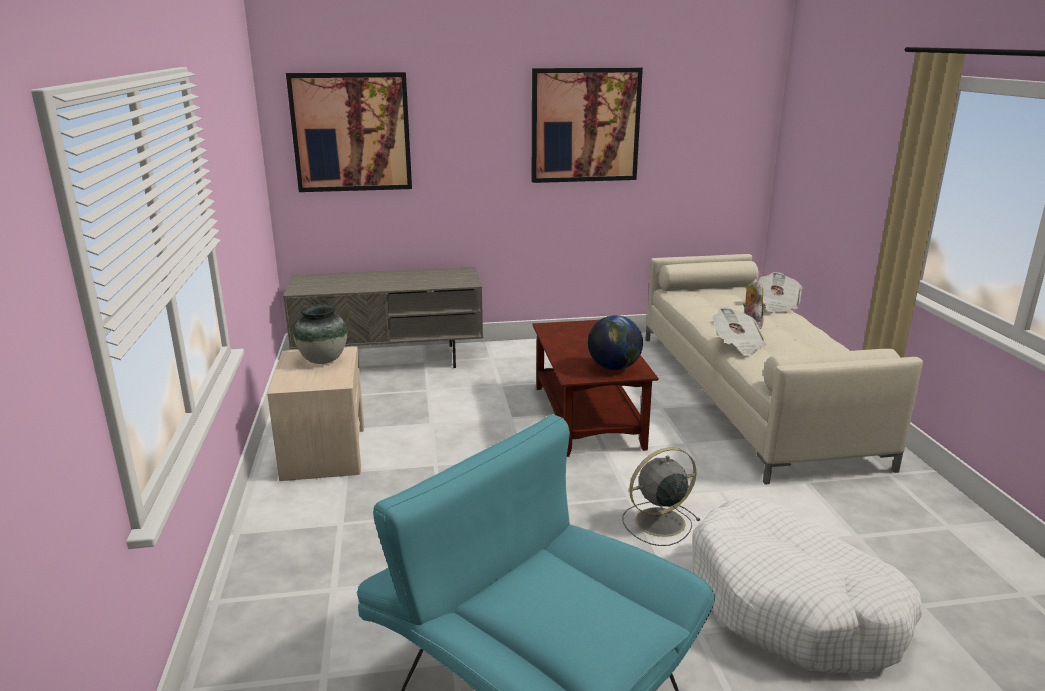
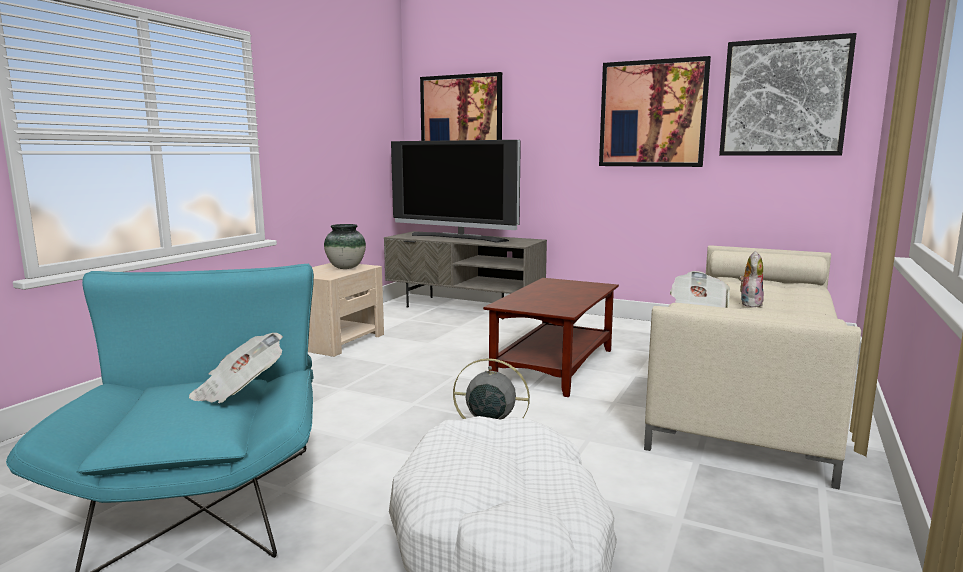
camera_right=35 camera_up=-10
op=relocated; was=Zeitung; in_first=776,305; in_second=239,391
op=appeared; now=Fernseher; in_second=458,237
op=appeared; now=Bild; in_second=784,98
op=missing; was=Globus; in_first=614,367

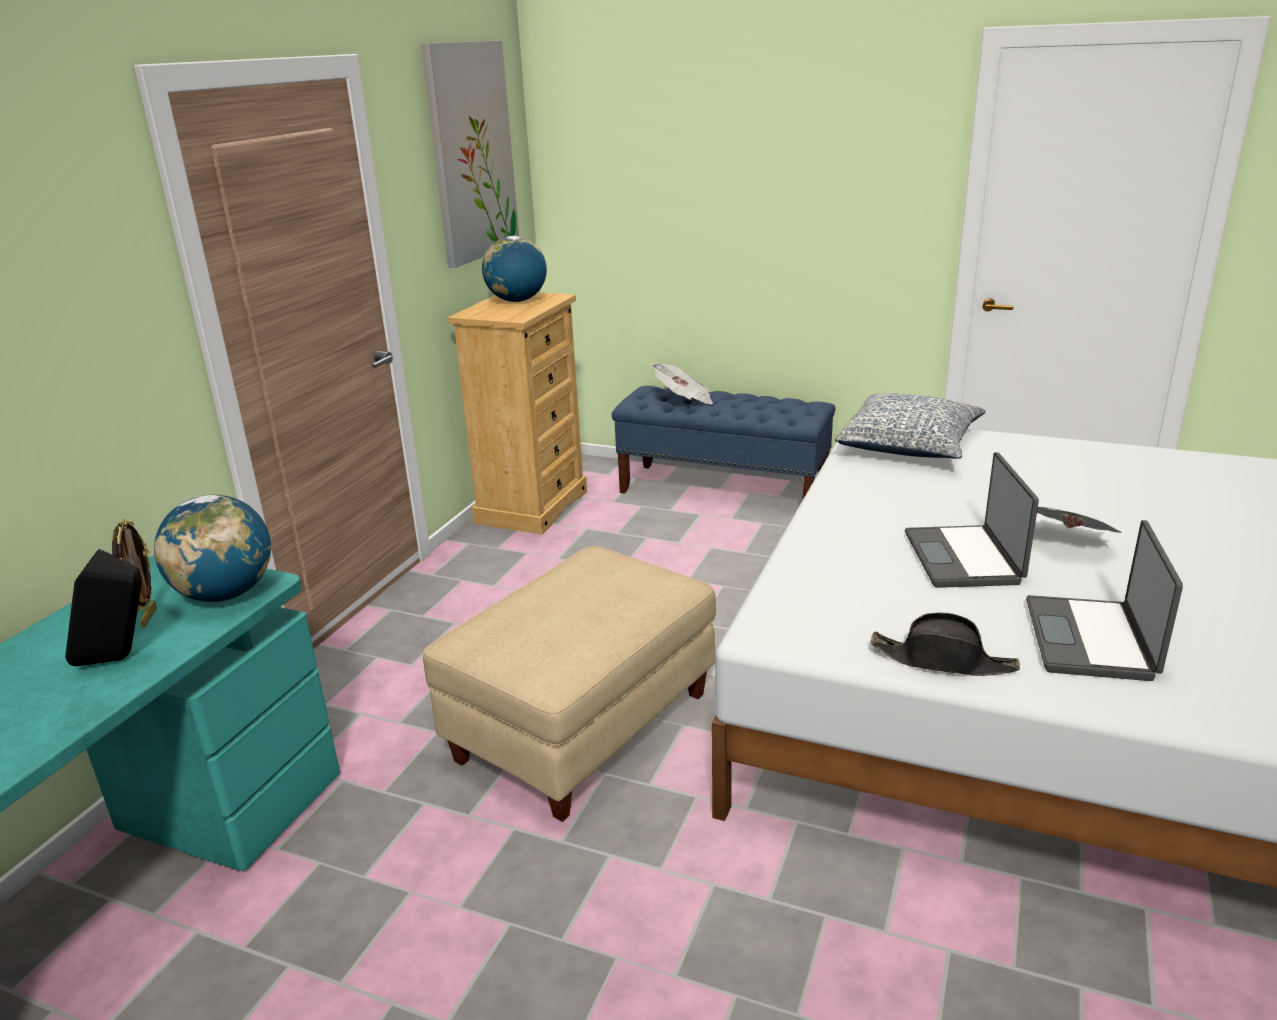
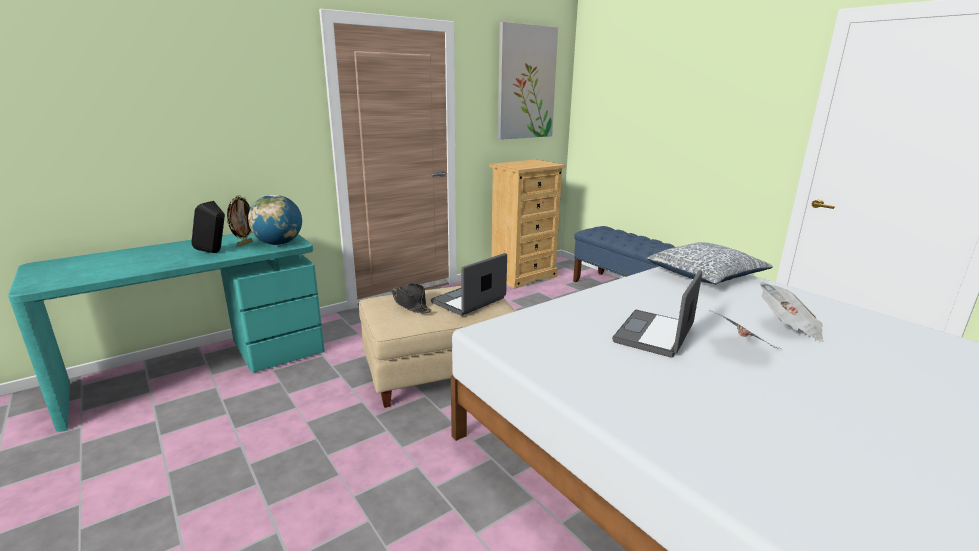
camera_right=30 camera_up=-5
op=relocated; was=Hut (schwarz); in_first=943,661; in_second=411,304
op=relocated; was=Laptop; in_first=1092,640; in_second=469,301
op=relocated; was=Zeitung; in_first=684,400; in_second=789,327
op=missing; was=Globus; in_first=517,301

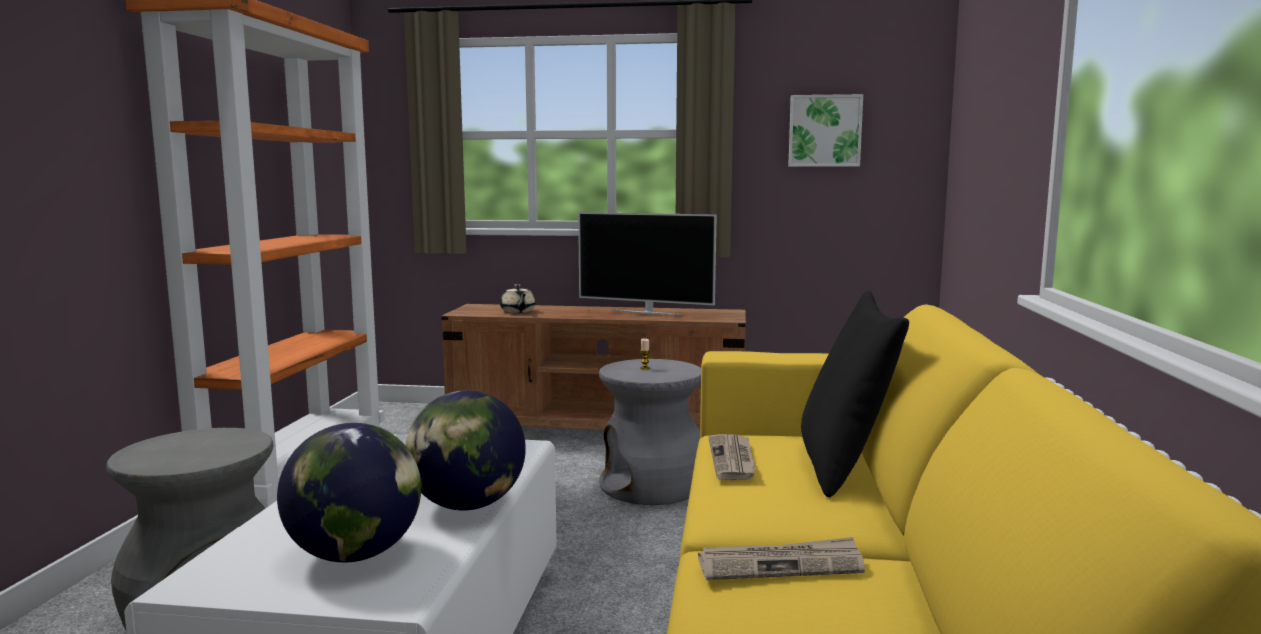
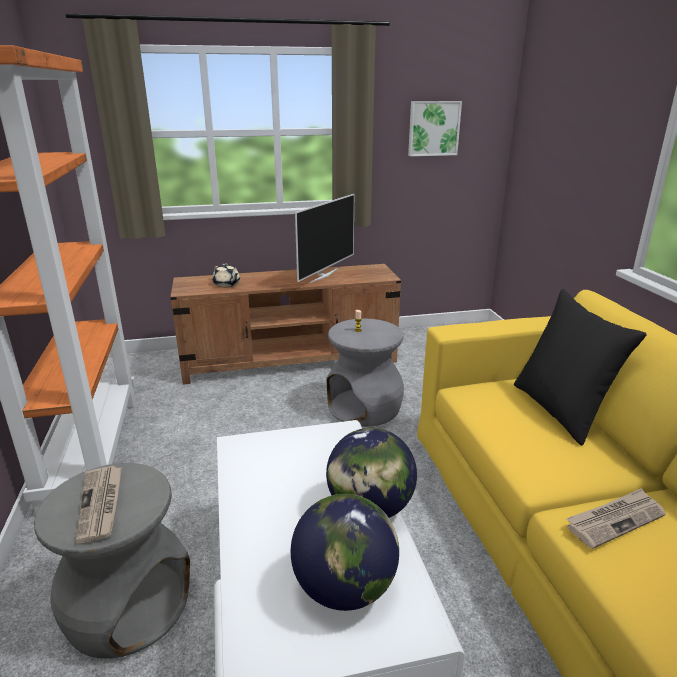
camera_right=-20 camera_up=15
op=relocated; was=Zeitung; in_first=733,460; in_second=101,504
op=spun; was=Fernseher; in_first=647,312; in_second=323,275; clockwise=-60

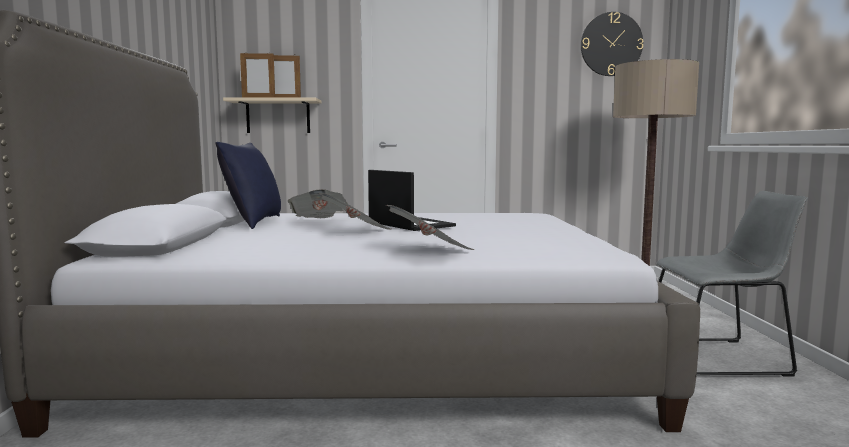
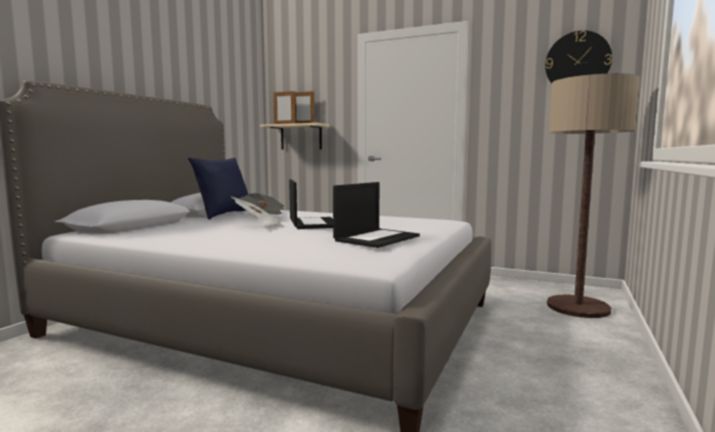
camera_right=25 camera_up=0
op=appeared; now=Laptop; in_second=377,238
op=missing; was=Zeitung; in_first=430,251
op=missing; was=Stuhl (grau); in_first=719,357

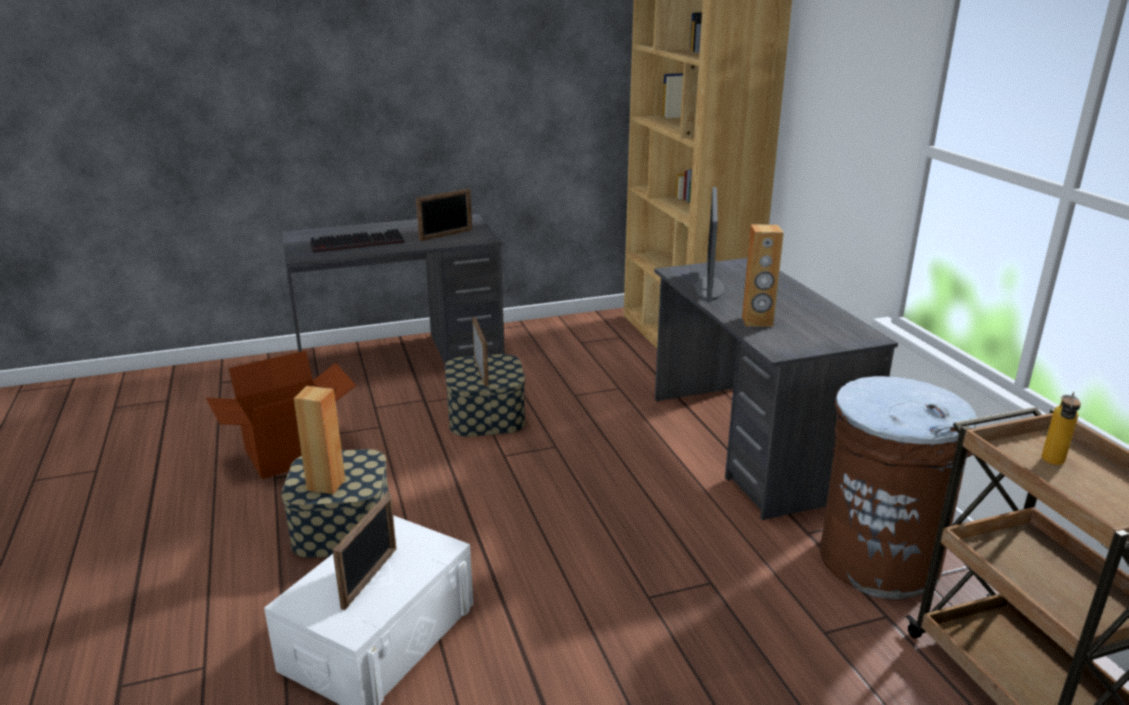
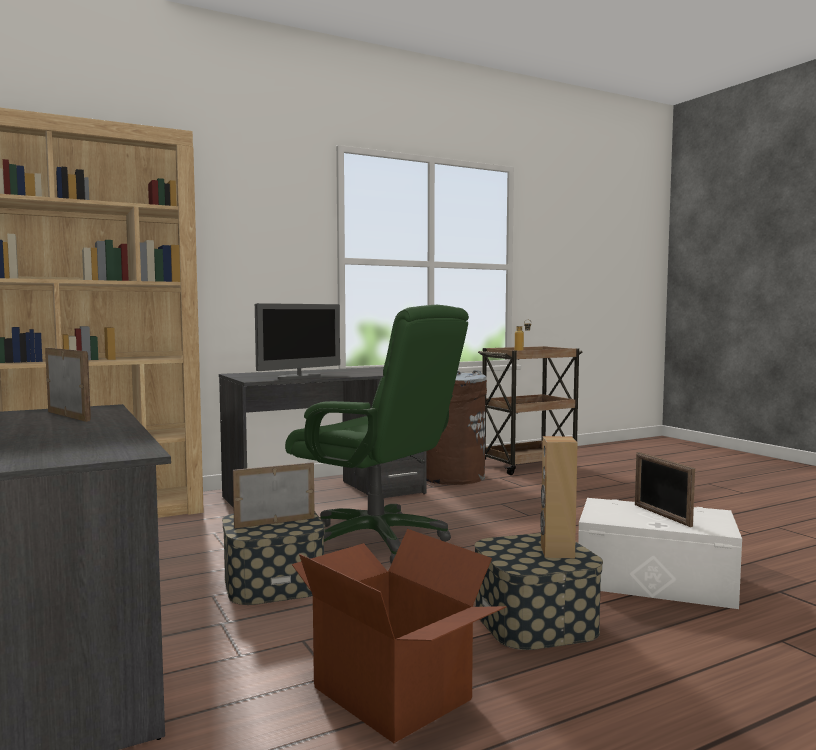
camera_right=-100 camera_up=-20
op=spun; was=Monitor; in_first=709,289; in_second=299,377; clockwise=-45
op=appeared; now=Bürostuhl (grün); in_second=377,540
op=spun; was=Bilderrahmen; in_first=370,577; in_second=661,515; clockwise=-120
op=missing; was=Tastatur; in_first=358,243
op=missing; was=Lautsprecher (braun); in_first=757,321

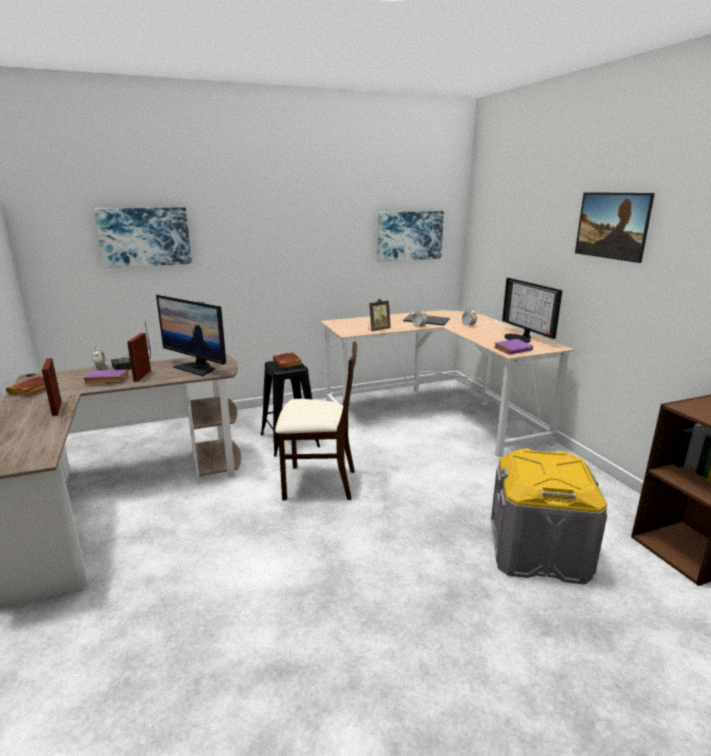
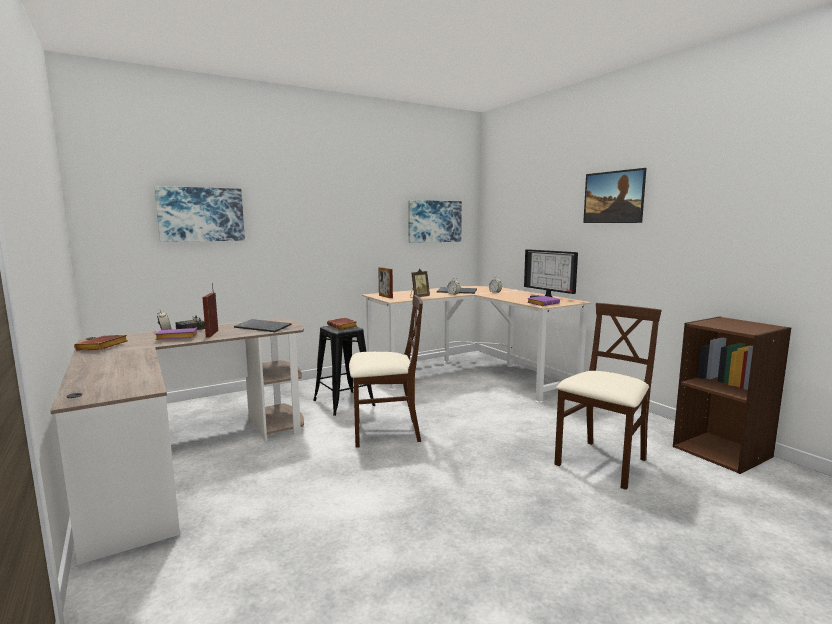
camera_right=-10 camera_up=-10
op=exchanged; was=Monitor; now=Tastatur; in_first=197,368; in_second=264,327
op=relocated; was=Bilderrahmen; in_first=57,408; in_second=385,296
op=exchanged; was=Aufbewahrungsbox (grau); now=Stuhl (beige); in_first=538,551; in_second=602,463

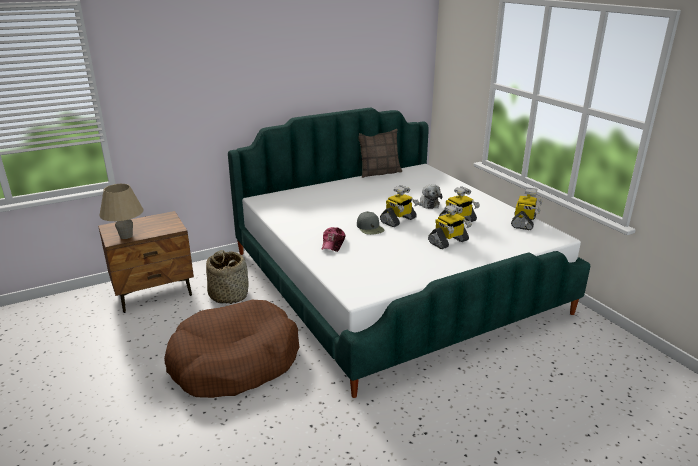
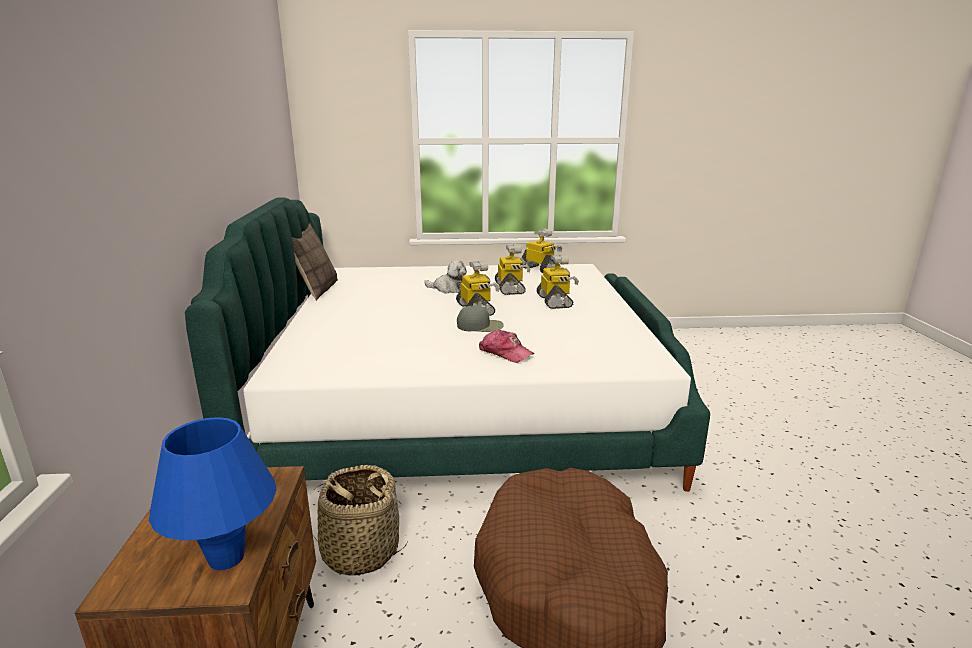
camera_right=-65 camera_up=-5
op=colour; was=Tischlampe (beige); now=Tischlampe (blau); in_first=126,236; in_second=226,558

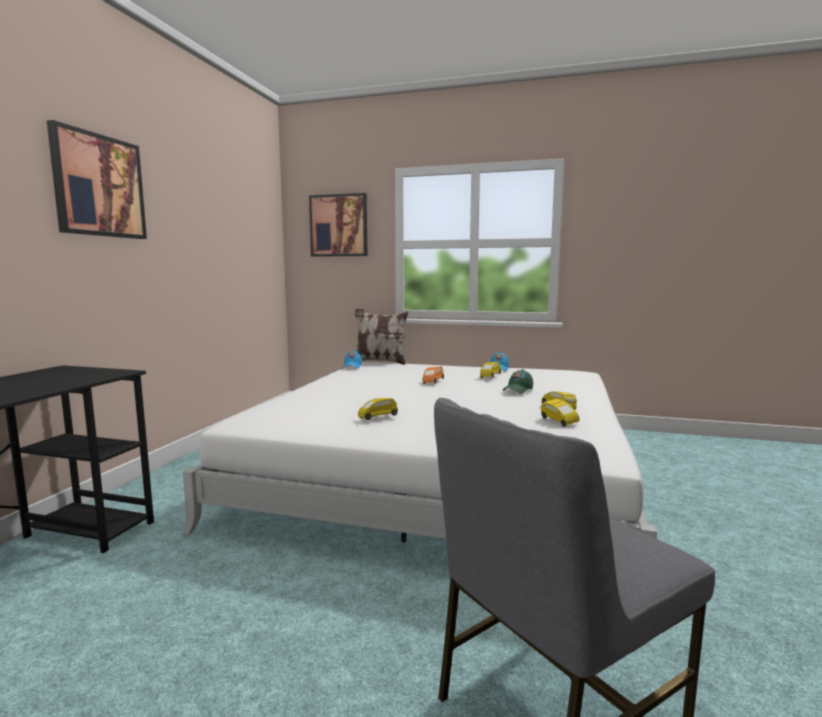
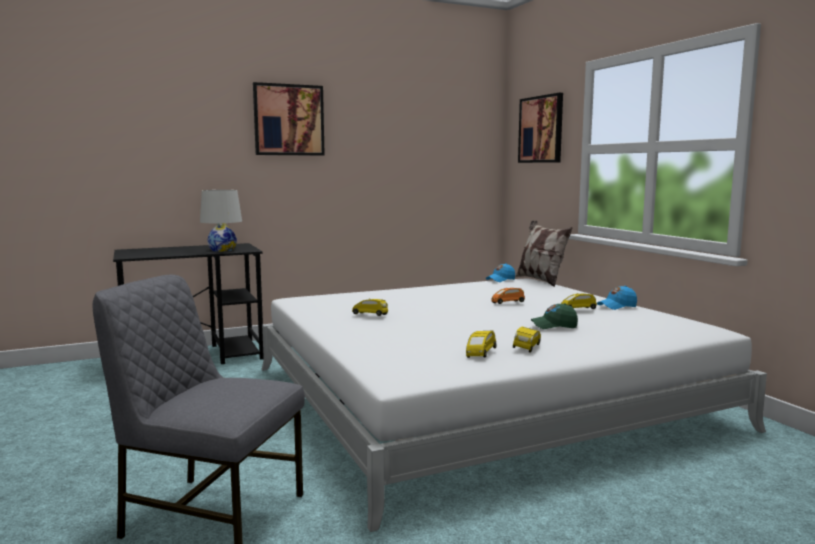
camera_right=50 camera_up=0
op=appeared; now=Tischlampe (weiß); in_second=222,250

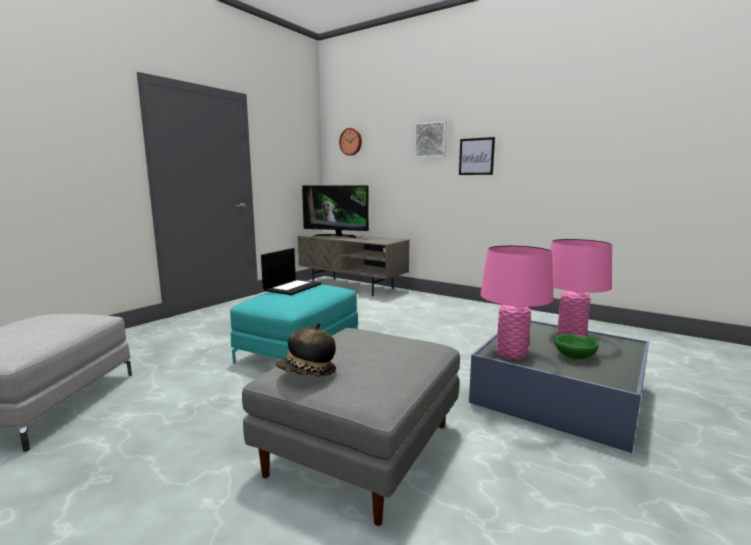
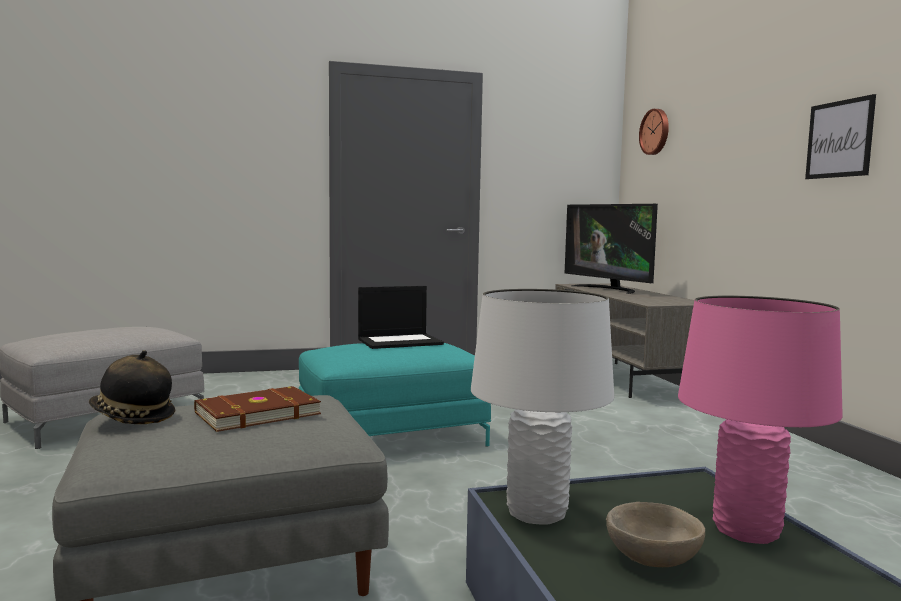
camera_right=40 camera_up=-5
op=appeared; now=Buch (braun); in_second=256,413
op=colour; was=Tischlampe (rosa); now=Tischlampe (weiß); in_first=511,354; in_second=537,512
op=colour; was=Schüssel (grün); now=Schüssel (beige); in_first=574,356; in_second=653,559
op=missing; was=Bild; in_first=431,140

